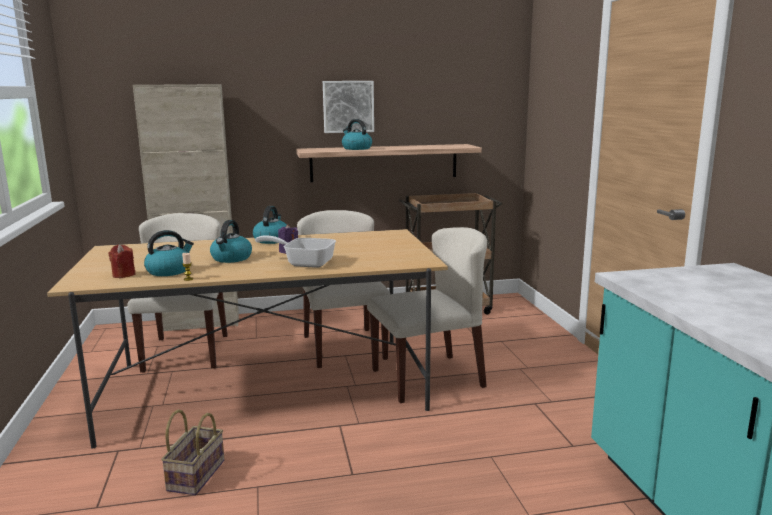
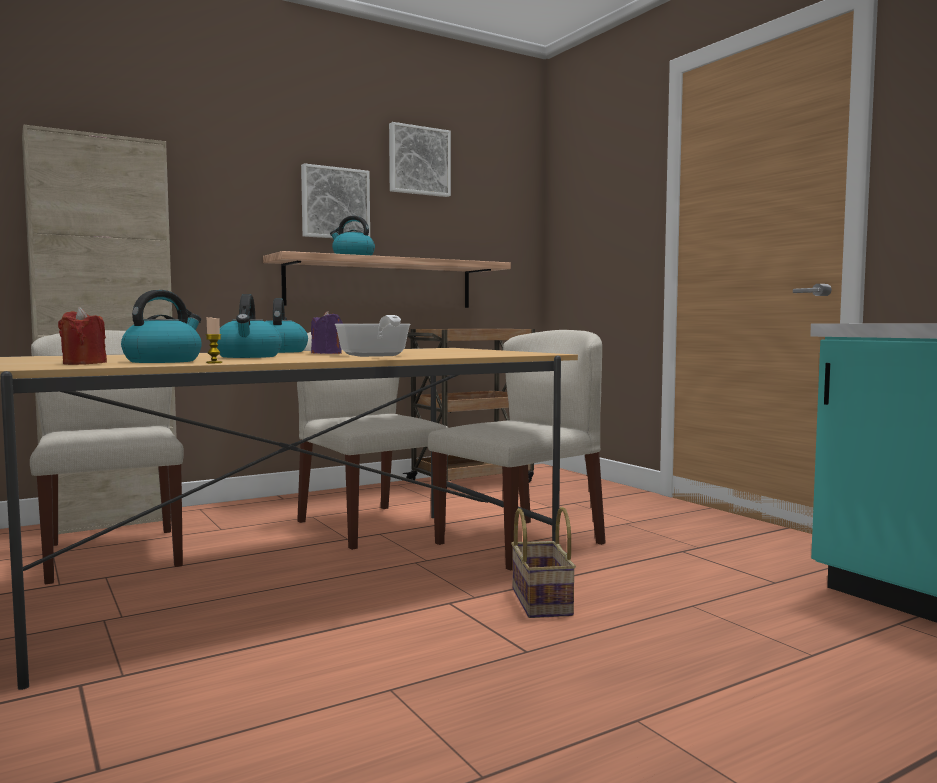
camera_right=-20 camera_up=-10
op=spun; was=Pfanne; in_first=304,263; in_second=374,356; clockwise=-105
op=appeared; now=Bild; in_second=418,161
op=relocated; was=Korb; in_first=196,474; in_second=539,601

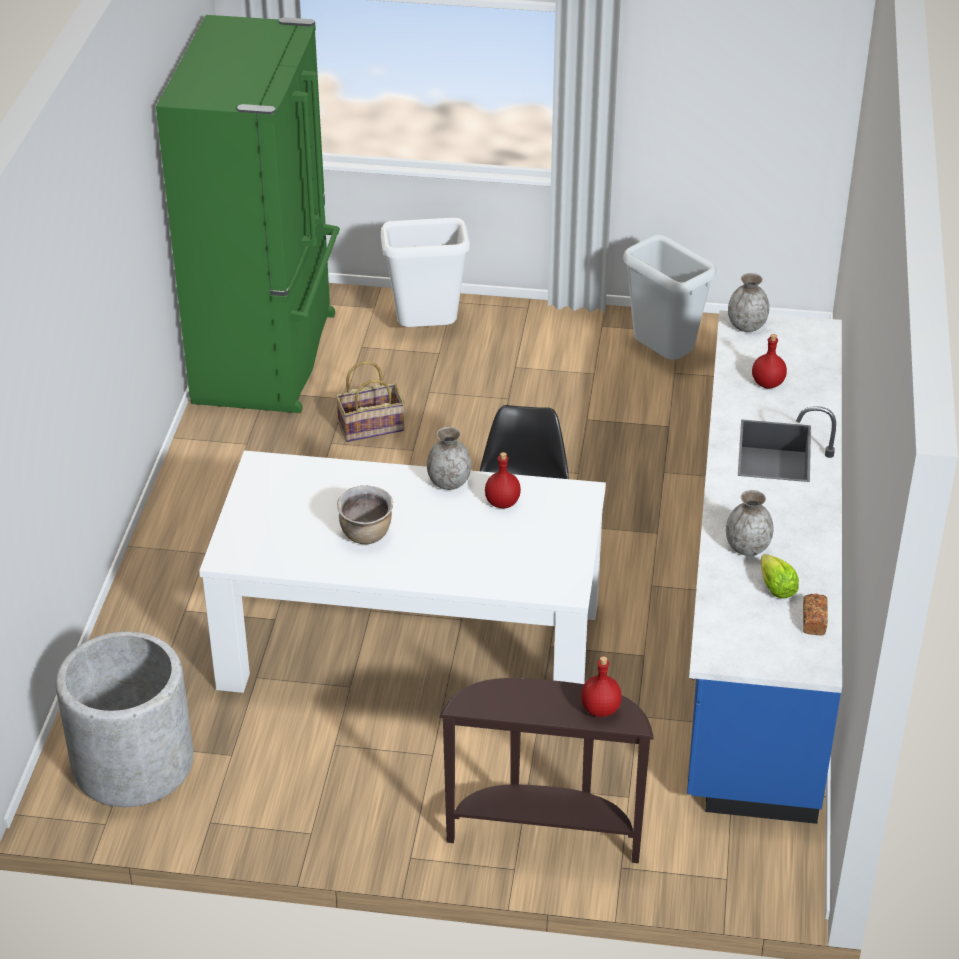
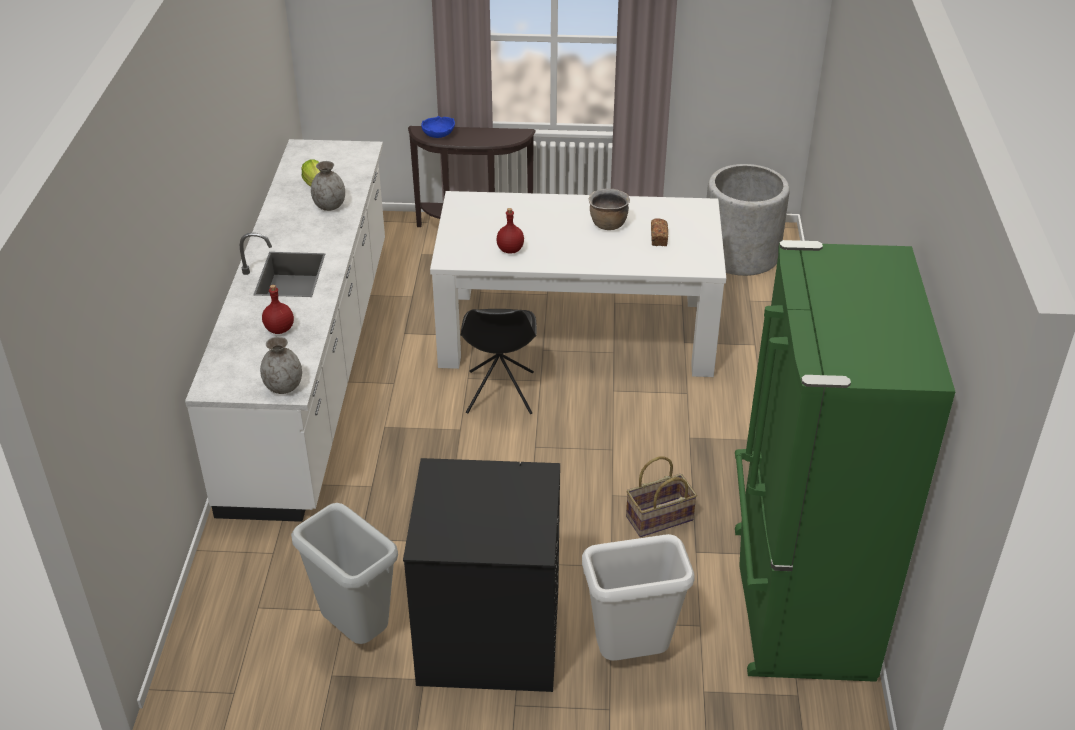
camera_right=175 camera_up=0
op=colour; was=Küchenzeile (blau); now=Küchenzeile (weiß); in_first=757,612; in_second=313,367
op=appeared; now=Waschmaschine (schwarz); in_second=488,637
op=exchanged; was=Flasche (rot); now=Schüssel (blau); in_first=601,709; in_second=438,134
op=relocated; was=Brot; in_first=813,621; in_second=659,238
op=missing; was=Vase (grau); in_first=448,482

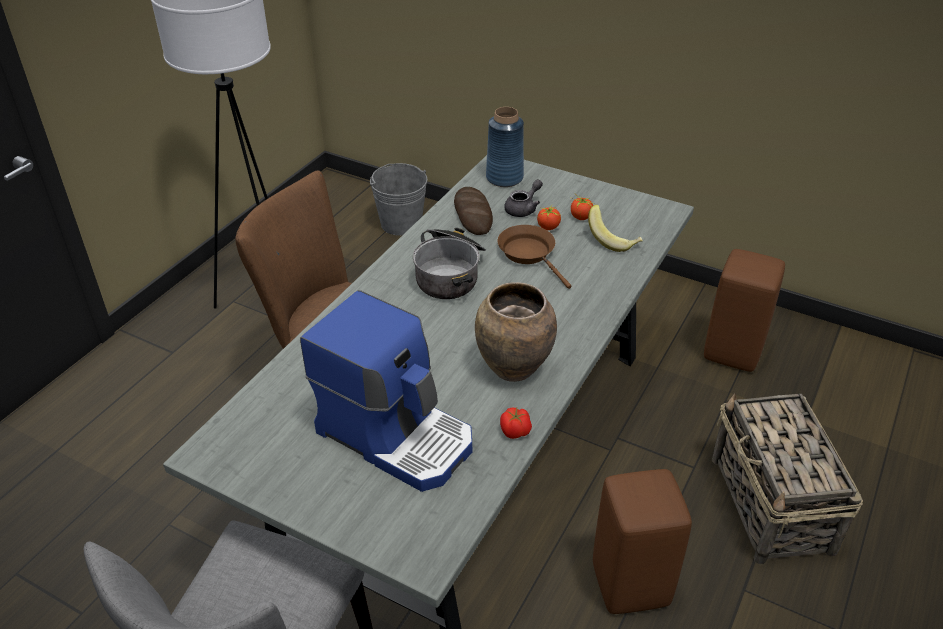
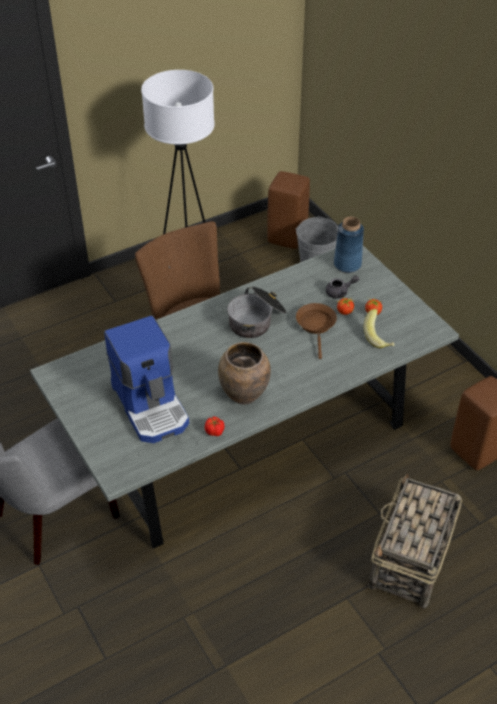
camera_right=30 camera_up=5
op=relocated; was=Hocker (braun); in_first=632,585; in_second=287,238
op=missing; was=Brot; in_first=473,214

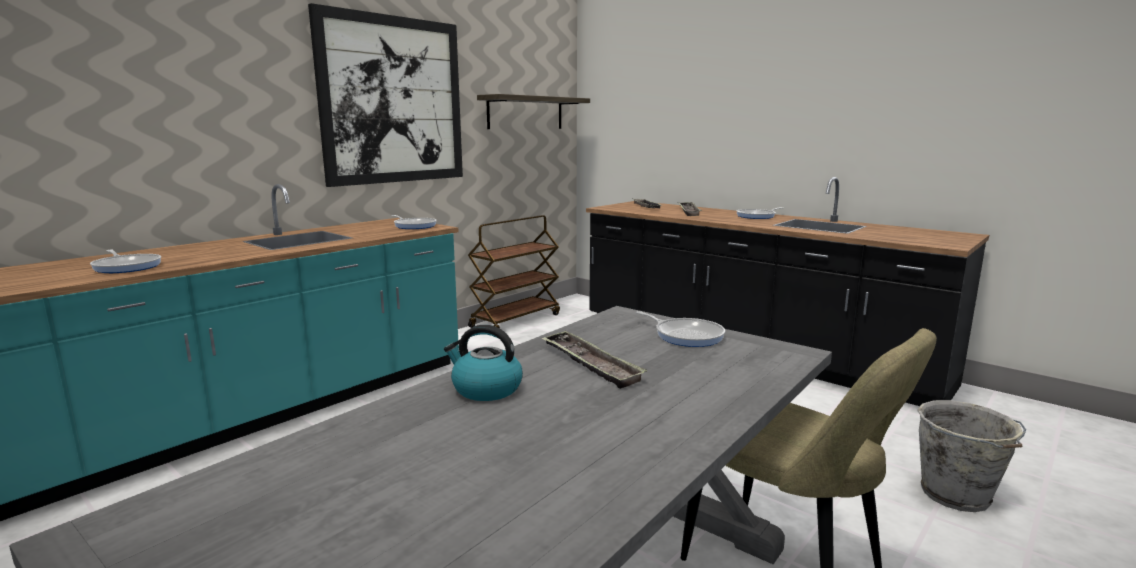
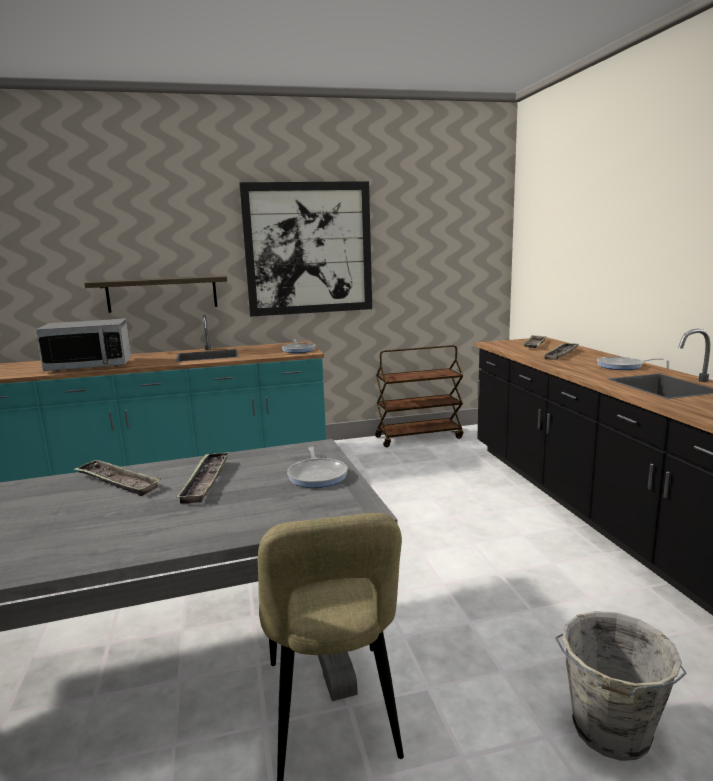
camera_right=35 camera_up=0
op=exchanged; was=Pfanne; now=Mikrowelle; in_first=127,267; in_second=90,366
op=exchanged; was=Wasserkessel; now=Tablett; in_first=485,389; in_second=117,482
op=relocated; was=Wandregal; in_first=525,113; in_second=162,293

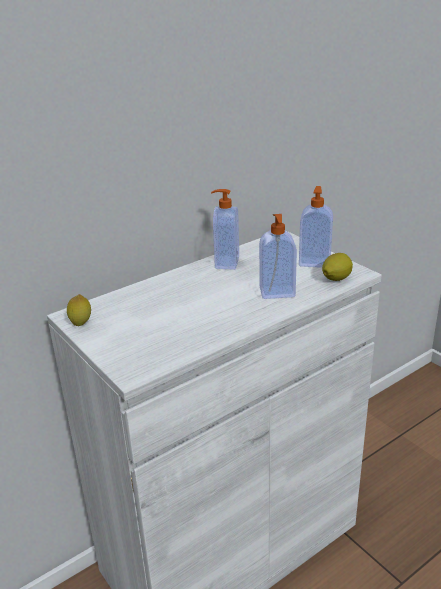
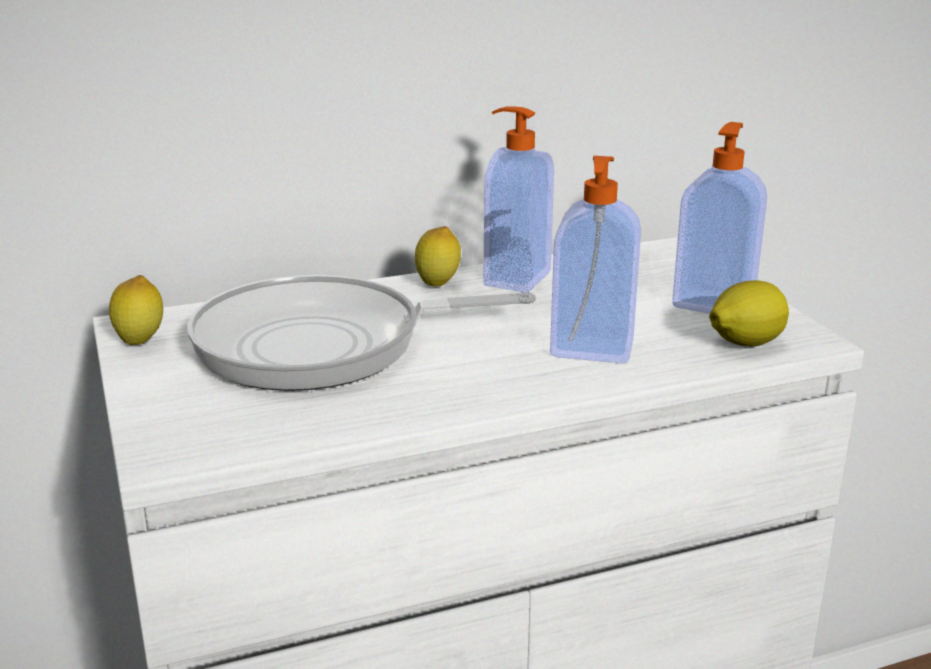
camera_right=15 camera_up=-5
op=appeared; now=Pfanne; in_second=323,345
op=appeared; now=Zitrone; in_second=438,286

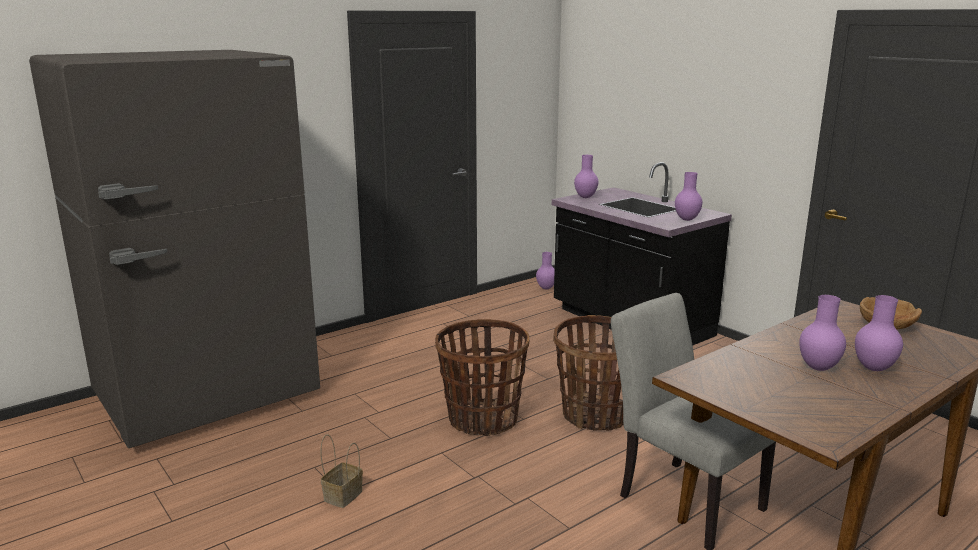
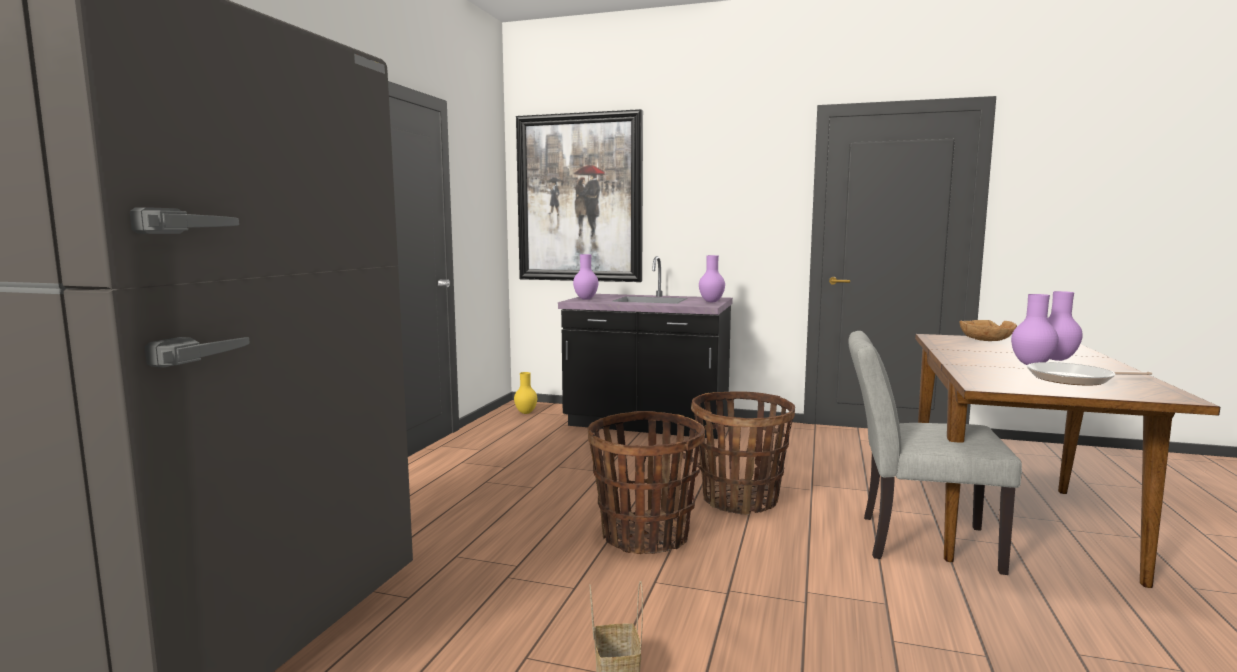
camera_right=-35 camera_up=-10
op=colour; was=Vase (lila); now=Vase (gelb); in_first=545,288; in_second=525,413
op=appeared; now=Bild; in_second=579,198
op=appeared; now=Pfanne; in_second=1075,379

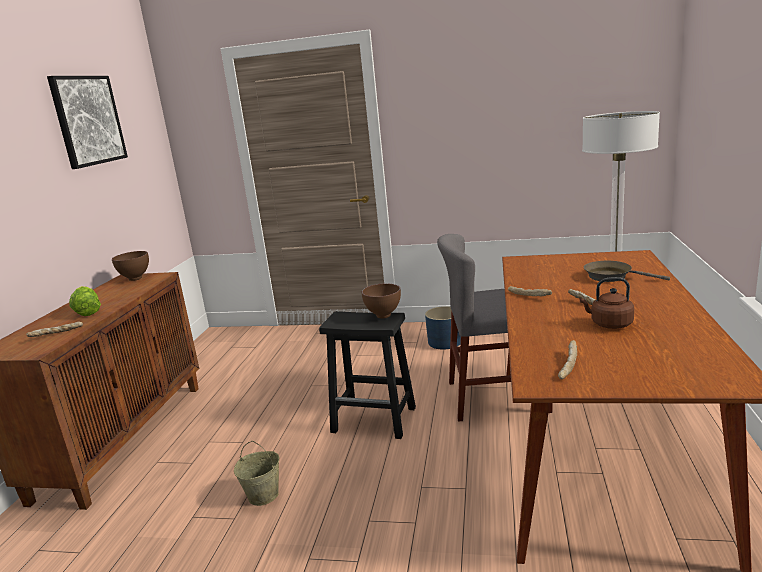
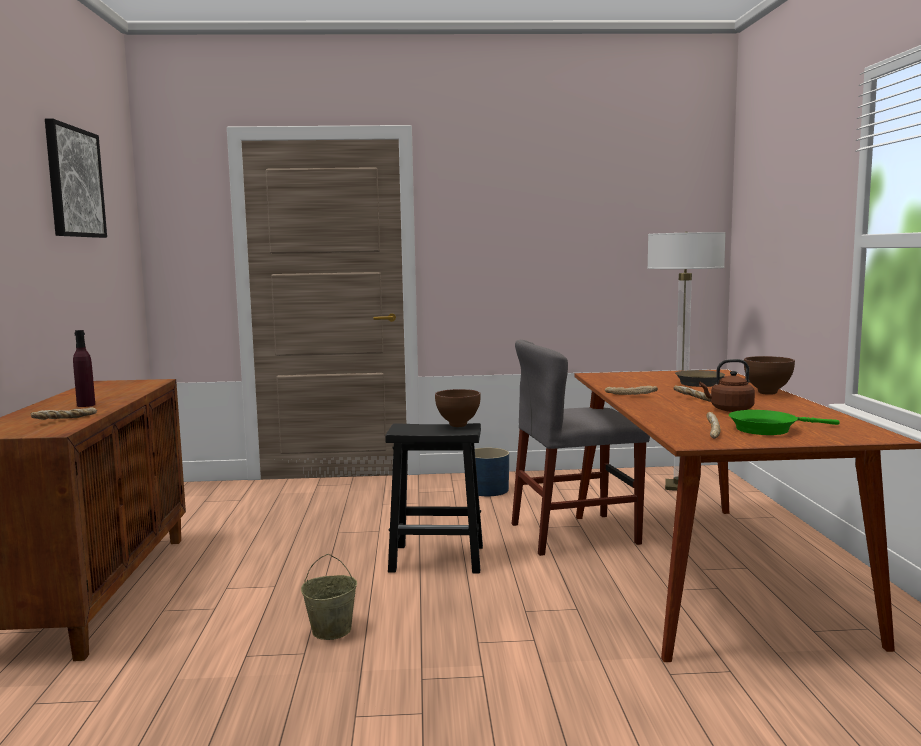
camera_right=-15 camera_up=-10
op=exchanged; was=Salatkopf; now=Flasche (lila); in_first=87,312; in_second=86,405
op=appeared; now=Pfanne (grün); in_second=768,429
op=relocated; was=Schüssel (braun); in_first=135,279; in_second=768,393

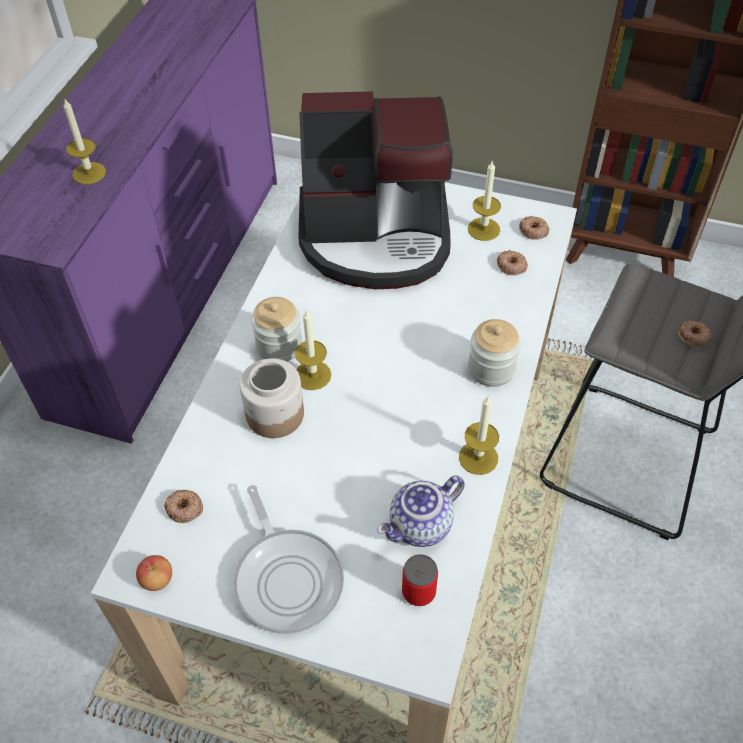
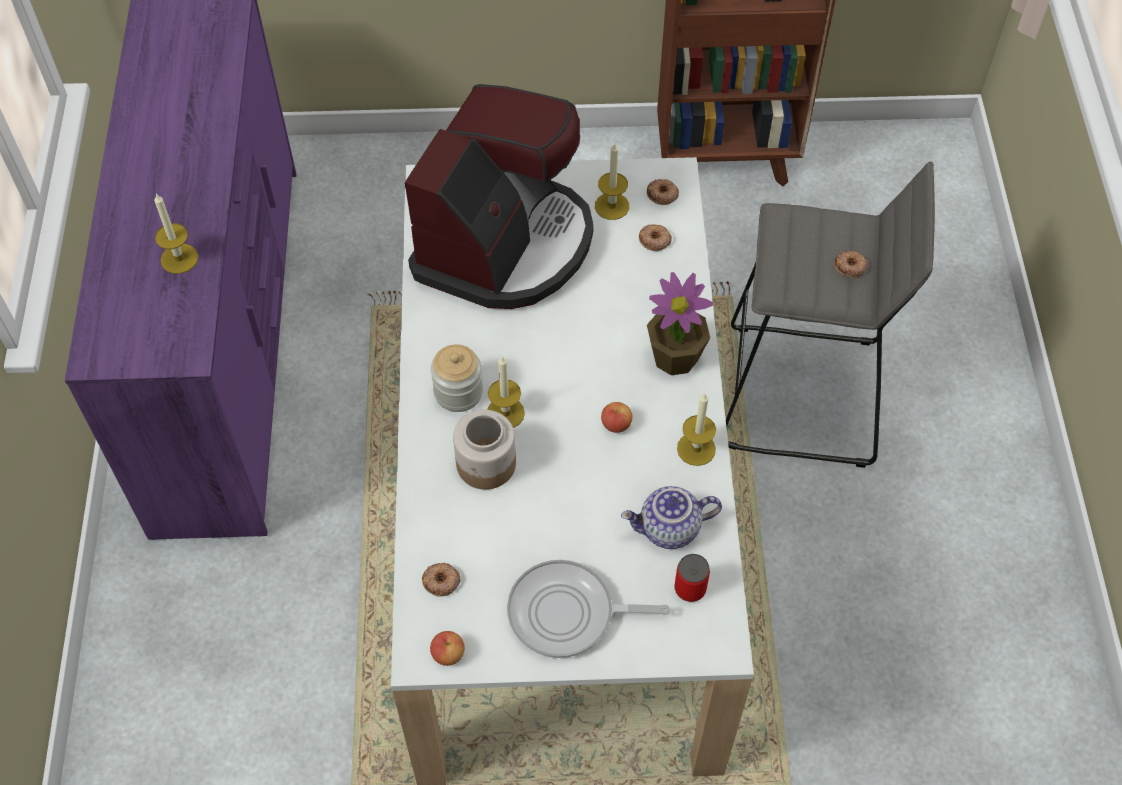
camera_right=-20 camera_up=5
op=spun; was=Kaffeemaschine; in_first=376,237; in_second=505,244; clockwise=-45
op=spun; was=Pfanne; in_first=287,578; in_second=567,614; clockwise=135
op=appeared; now=Apfel; in_second=616,424
op=spun; was=Teekanne; in_first=421,527; in_second=669,530; clockwise=45
op=exchanged; was=Vorratsglas; now=Topfpflanze; in_first=491,369; in_second=675,356

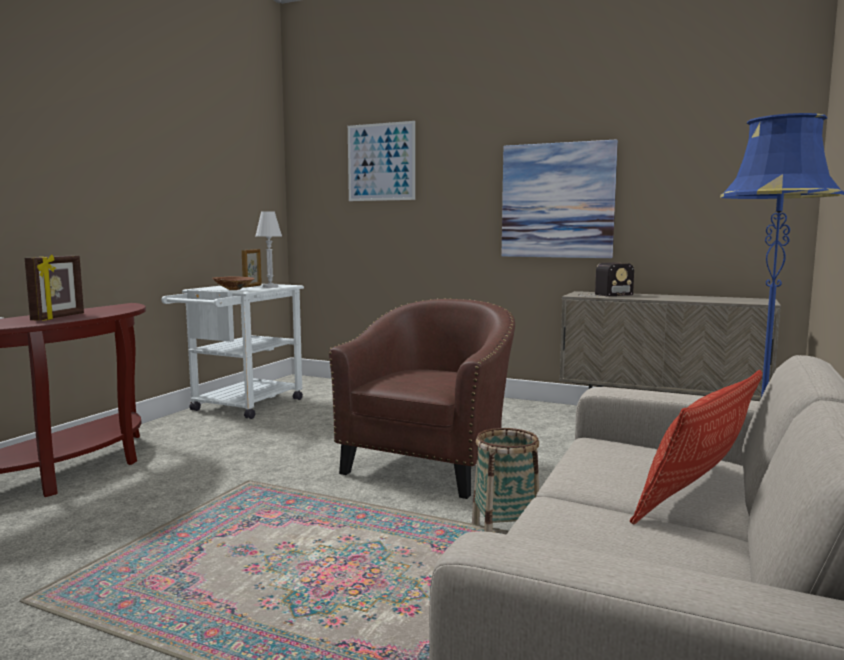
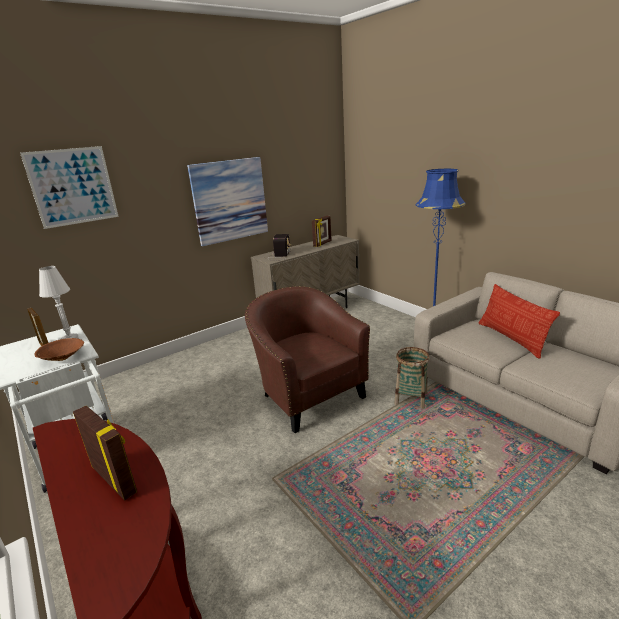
camera_right=-60 camera_up=15
op=appeared; now=Bilderrahmen; in_second=322,244

